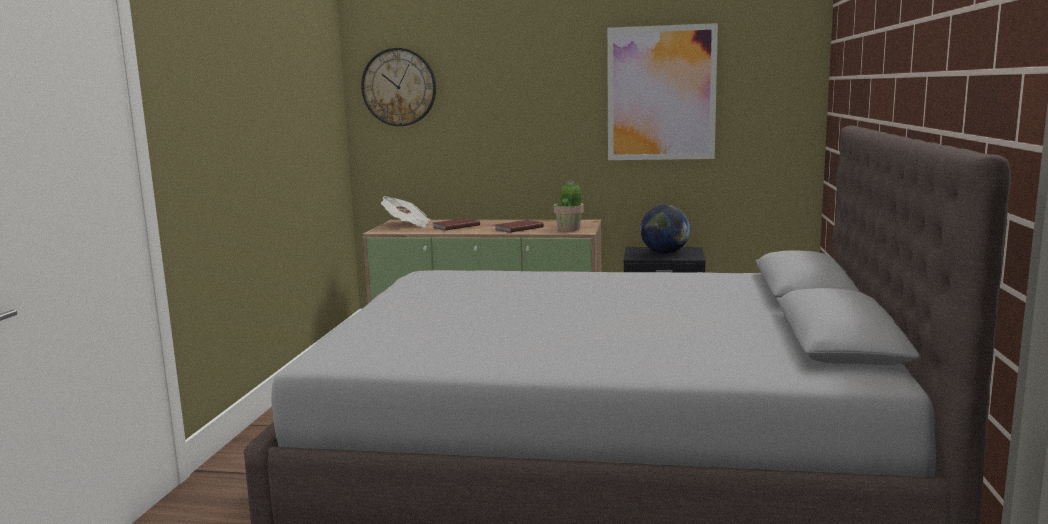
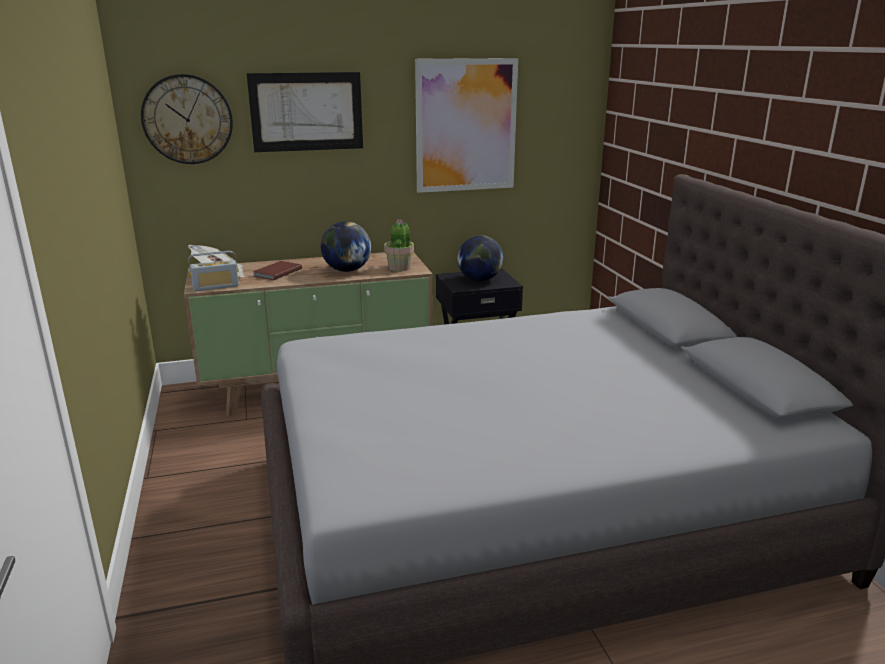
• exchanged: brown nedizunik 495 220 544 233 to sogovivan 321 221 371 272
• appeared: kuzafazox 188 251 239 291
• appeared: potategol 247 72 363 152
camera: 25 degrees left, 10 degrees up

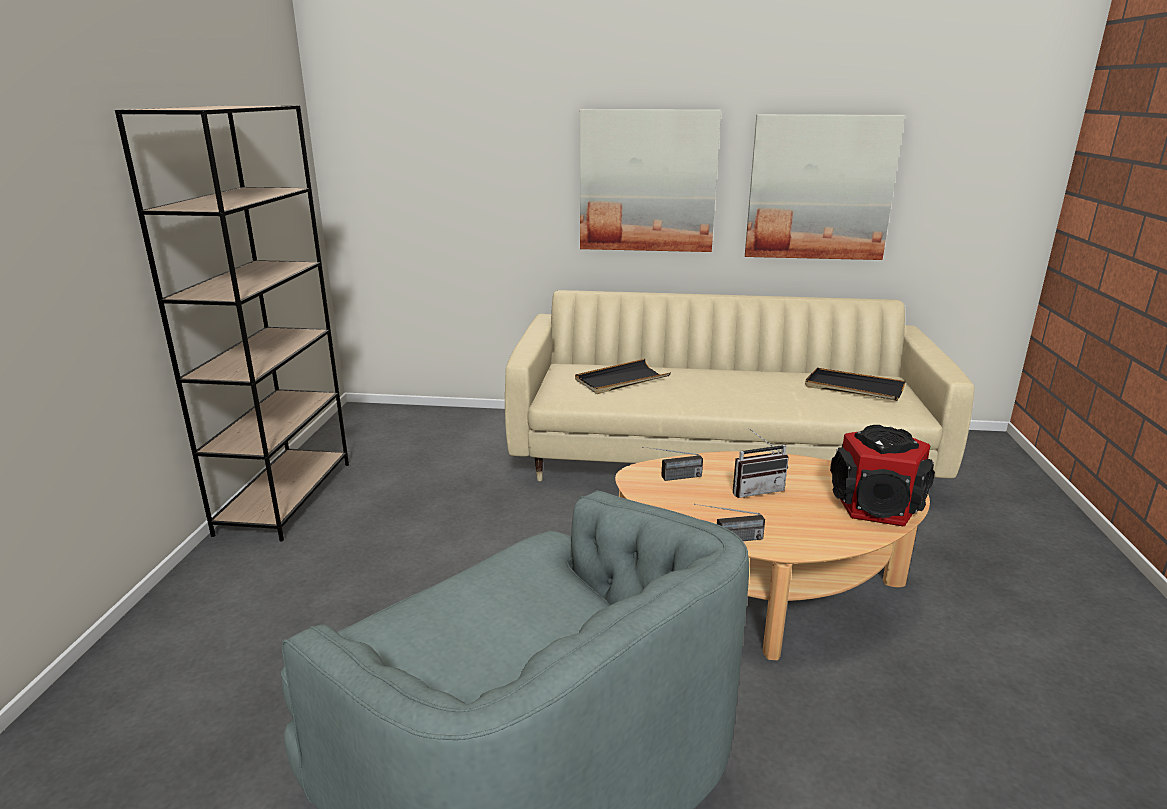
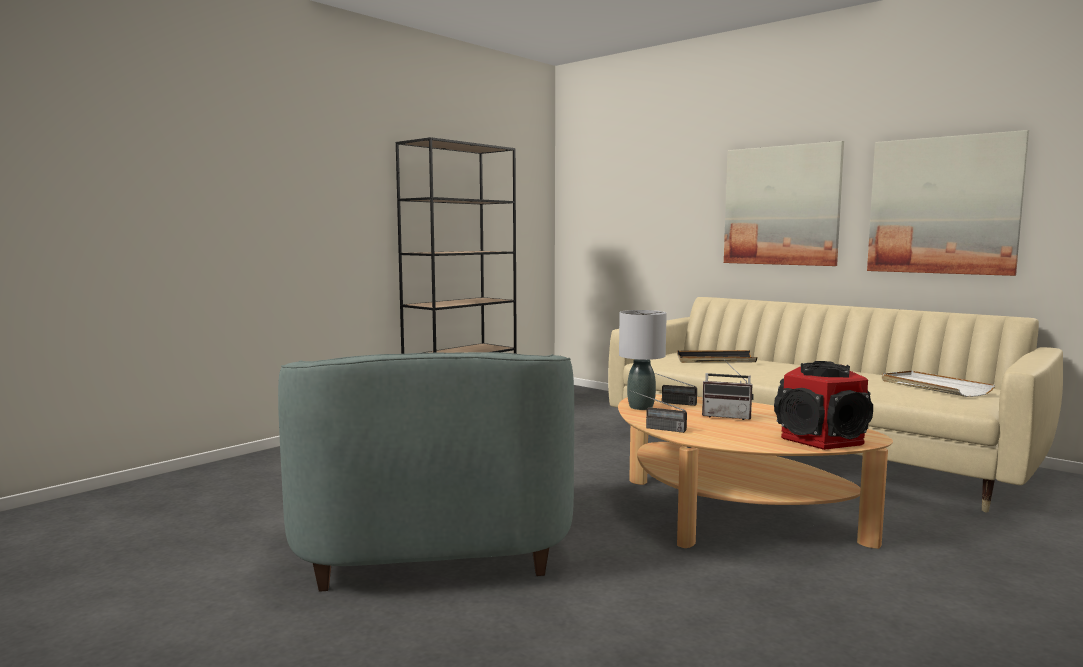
• colour: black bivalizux 805 368 906 401 to white bivalizux 882 371 995 397
• appeared: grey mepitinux 619 310 667 410
camera: 35 degrees right, 15 degrees down

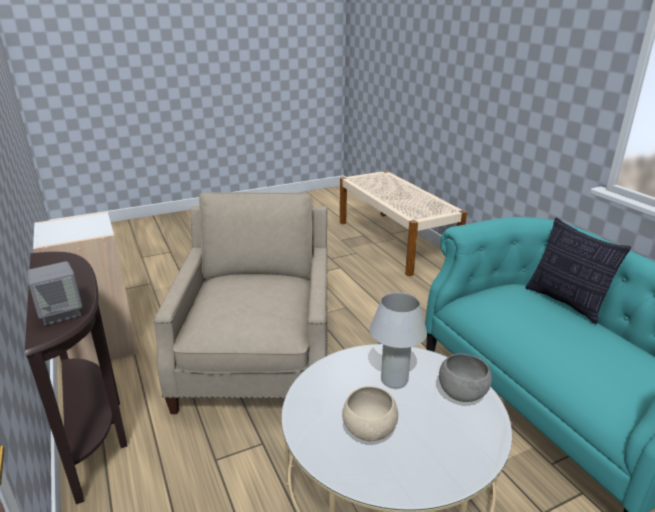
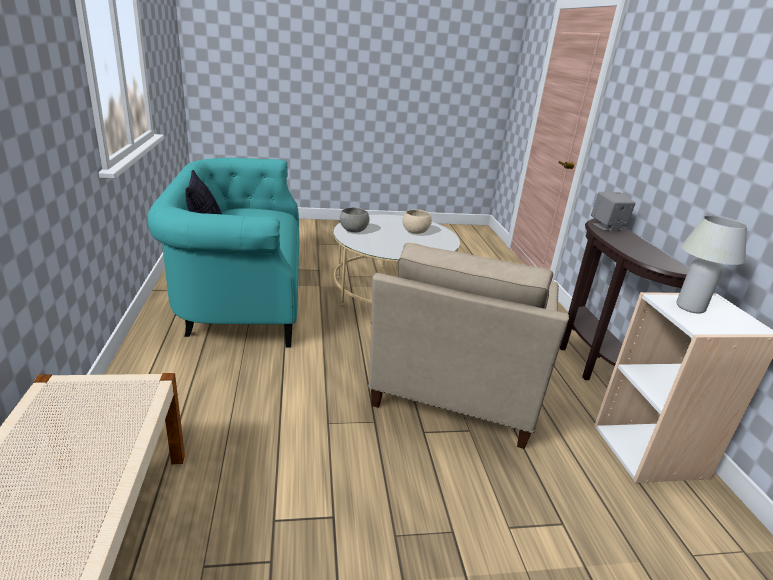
• relocated: white mepitinux 369 292 427 388 to 676 215 747 314
camera: 165 degrees left, 0 degrees up

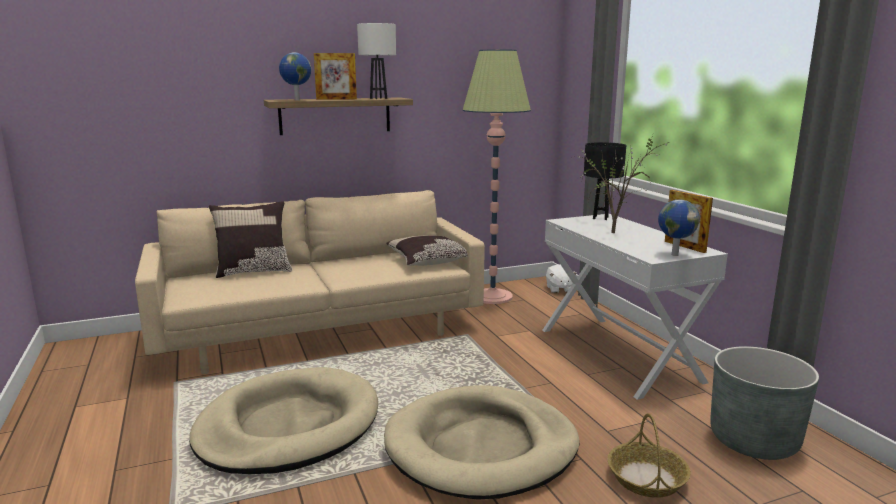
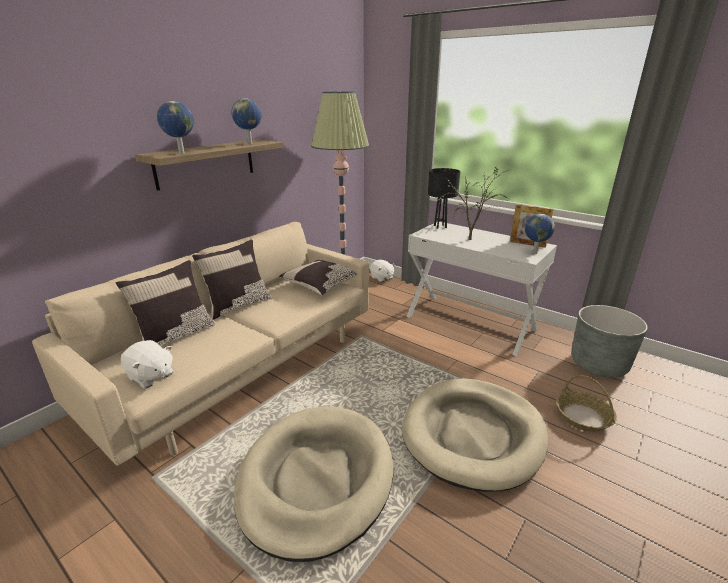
• missing: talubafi 314 53 357 100
• exchanged: white mepitinux 357 23 396 99 to sogovivan 231 98 261 144
• appeared: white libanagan 121 340 174 389
• appeared: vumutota 192 240 271 320
camera: 30 degrees left, 10 degrees up

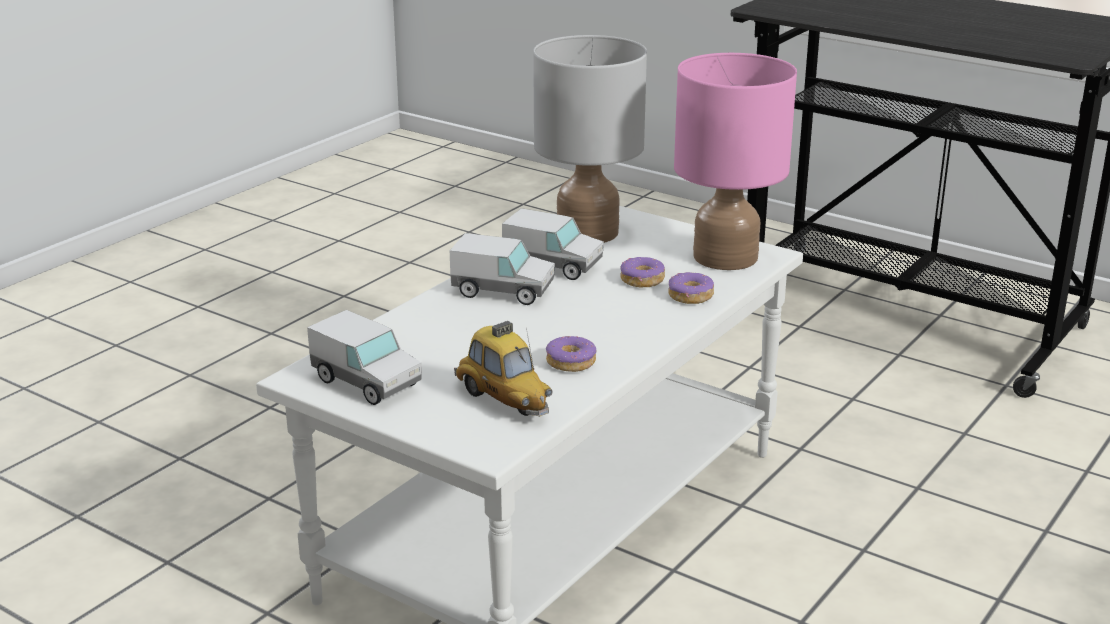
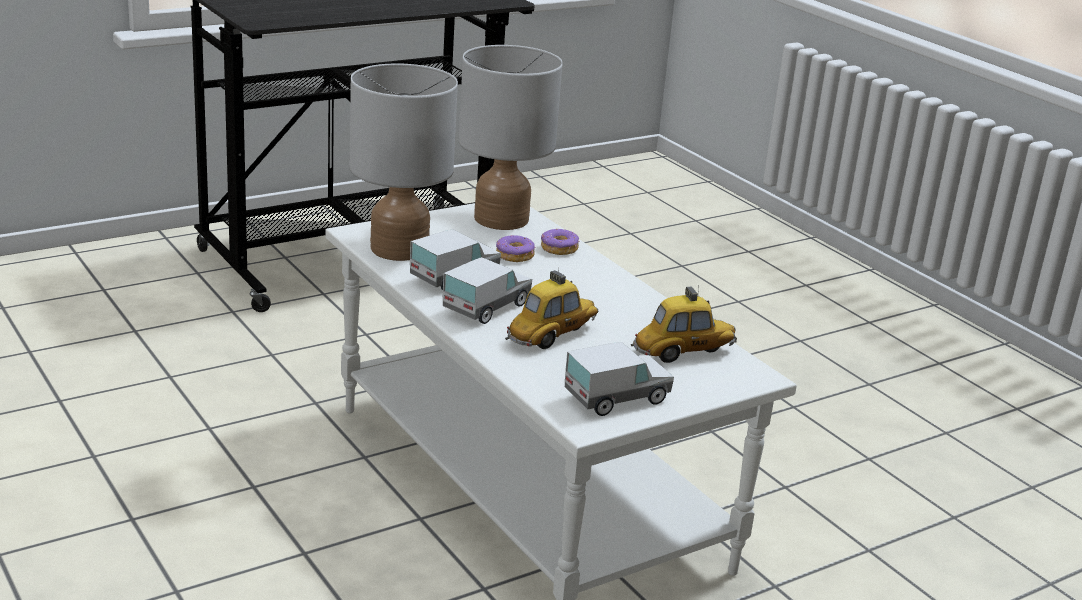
• missing: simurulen 546 336 596 372
• colour: pink mepitinux 674 53 797 270 to grey mepitinux 459 45 563 230
• appeared: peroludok 505 268 598 349
camera: 70 degrees left, 0 degrees up

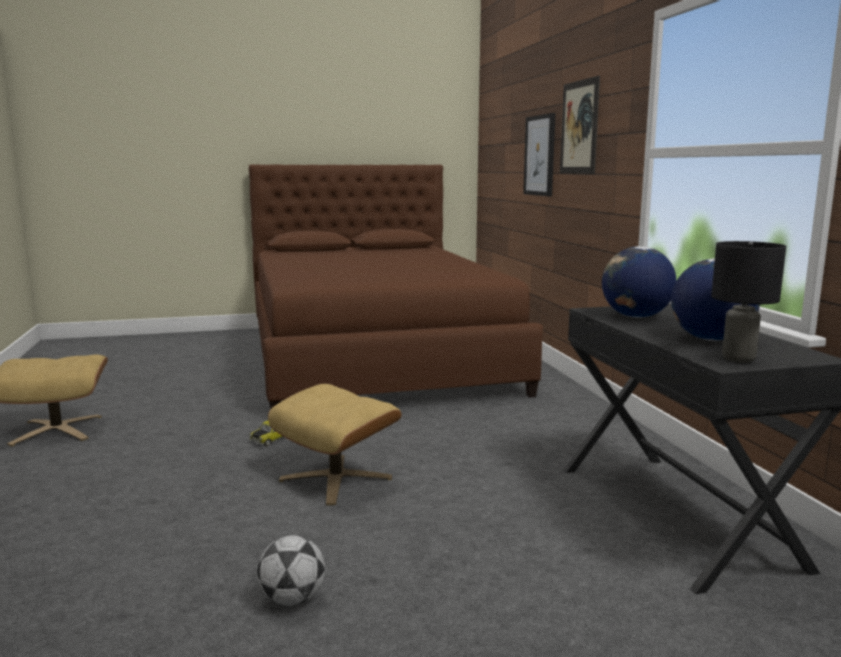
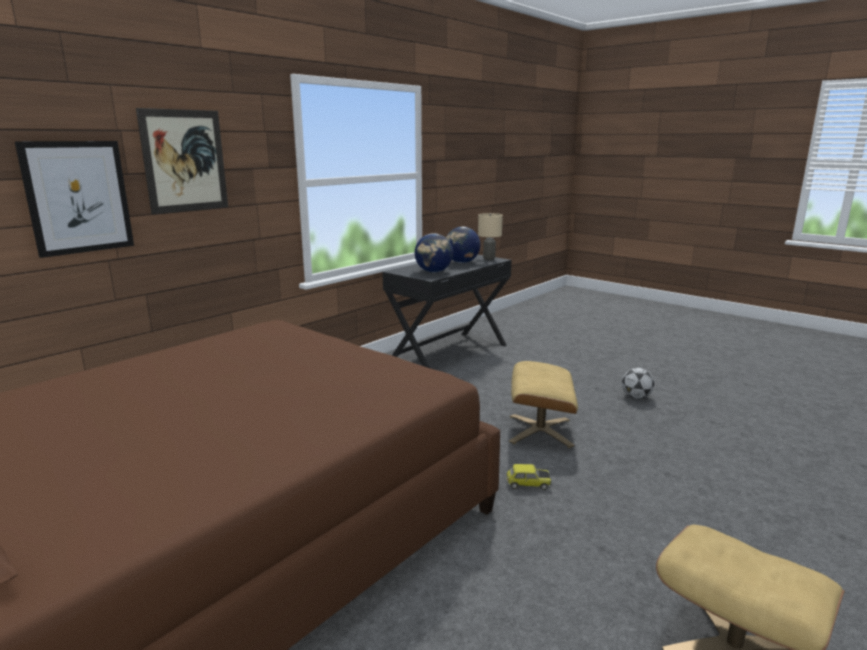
• colour: black mepitinux 711 241 786 363 to beige mepitinux 478 213 503 260
camera: 125 degrees left, 5 degrees up

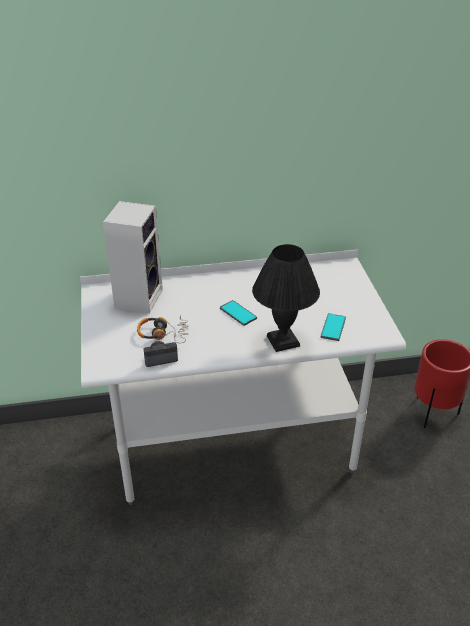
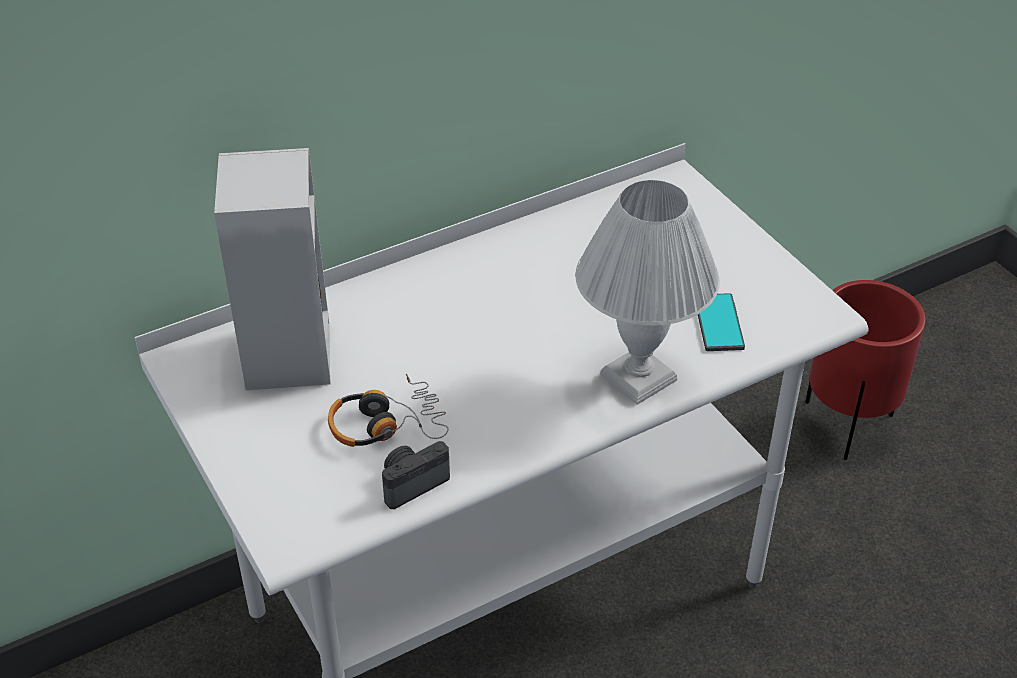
• missing: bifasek 220 300 257 326
• colour: black mepitinux 252 244 320 352 to white mepitinux 575 180 720 405
camera: 20 degrees left, 5 degrees up

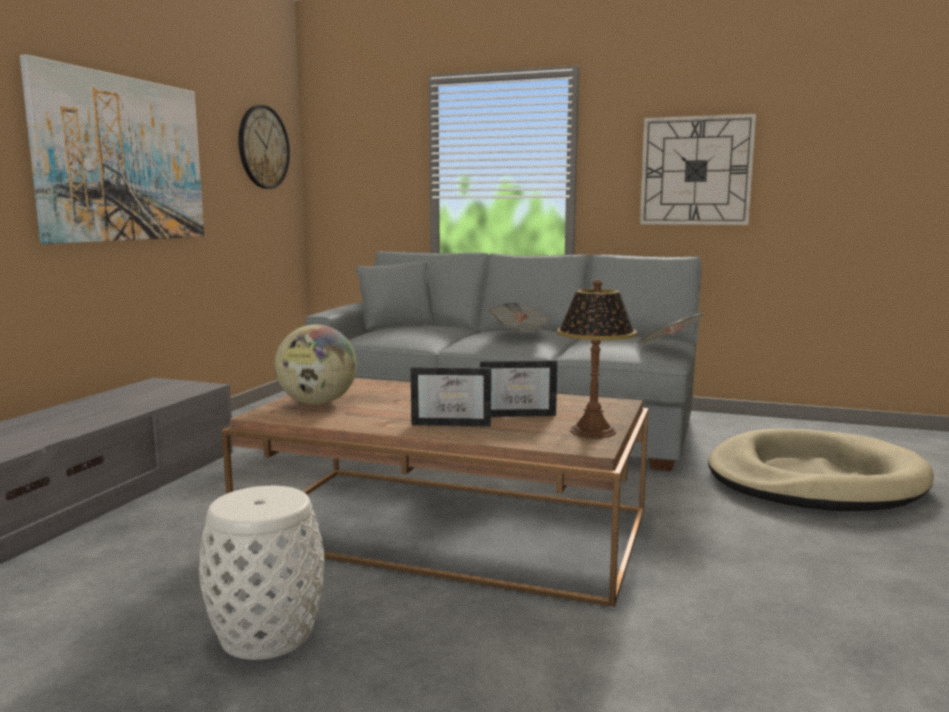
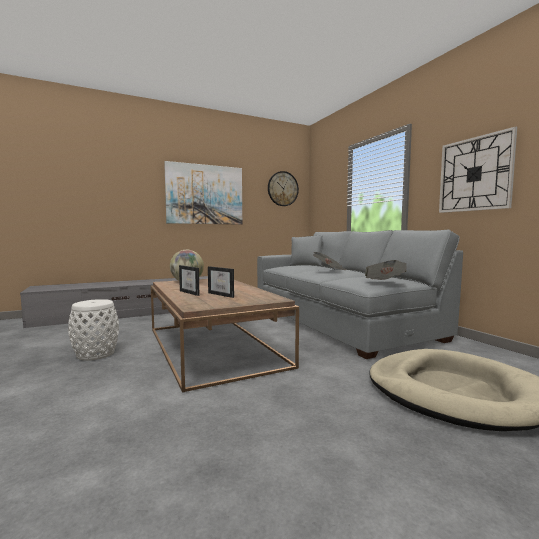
• missing: mepitinux 557 280 637 438
camera: 45 degrees right, 5 degrees down

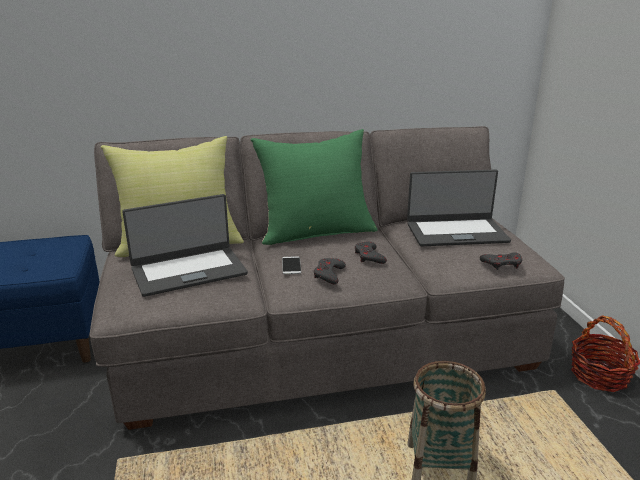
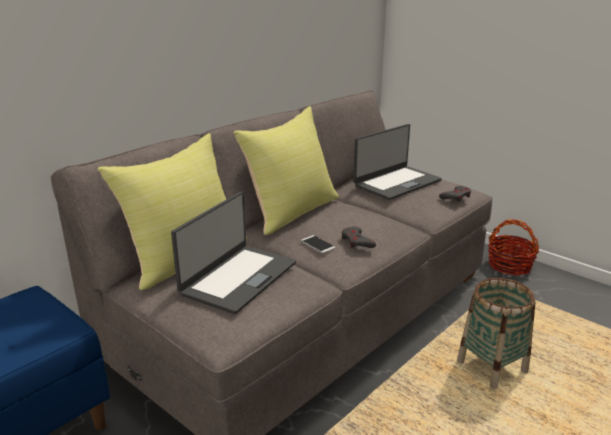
• colour: green vumutota 251 129 378 245 to yellow vumutota 233 106 339 235
• missing: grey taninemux 355 241 387 264
camera: 35 degrees left, 0 degrees up

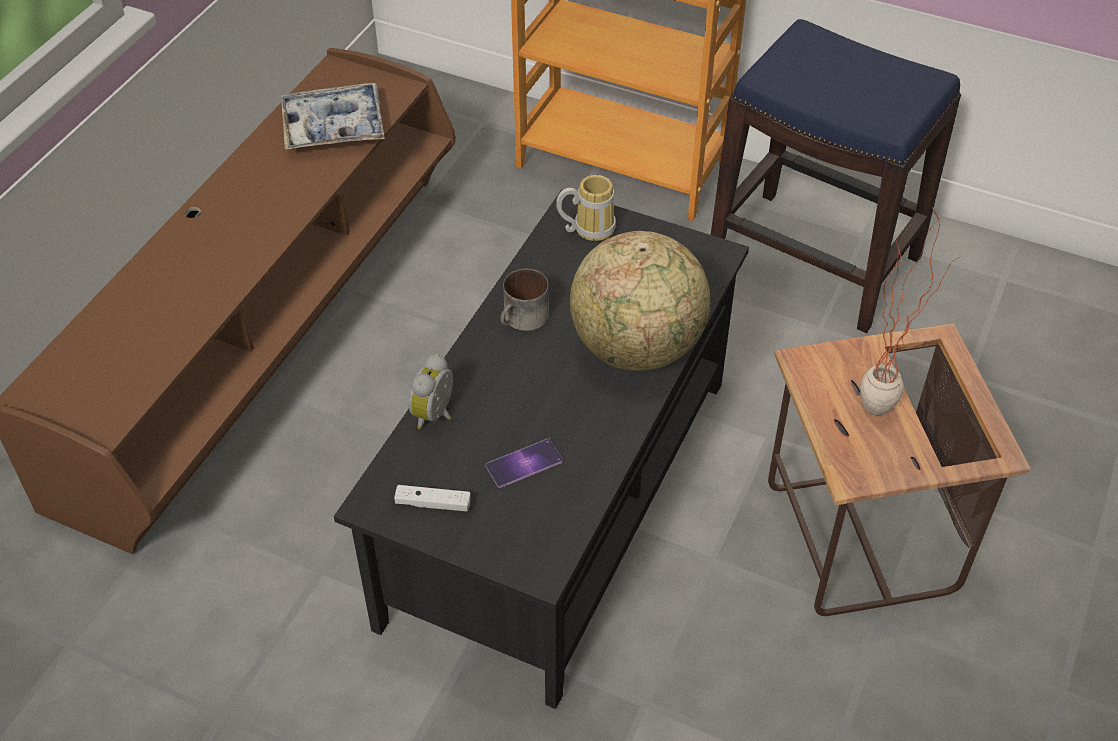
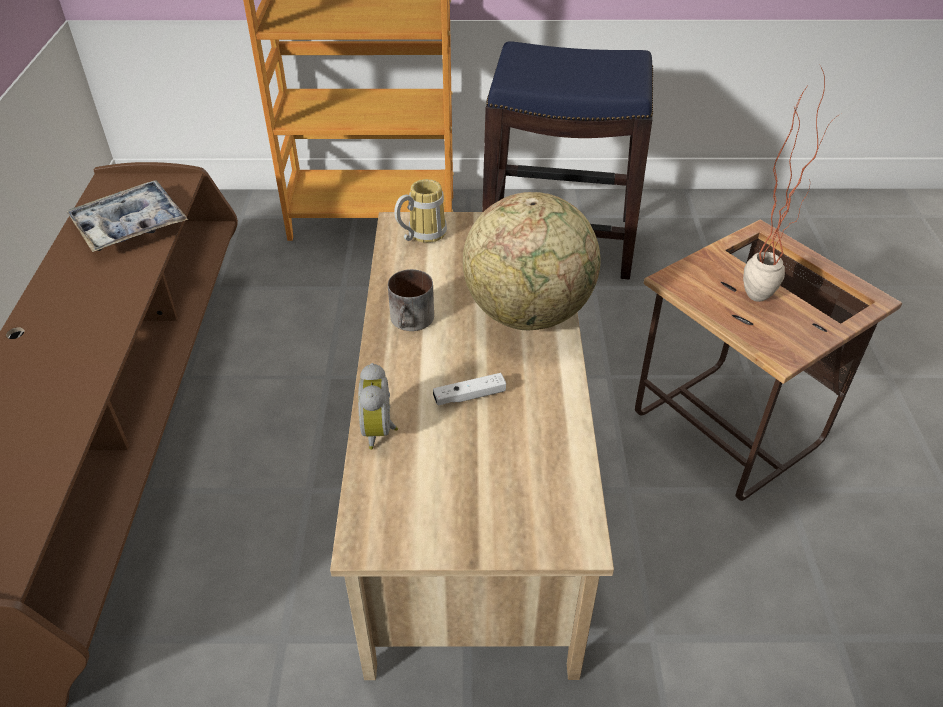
• colour: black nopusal 334 189 749 709 to beige nopusal 330 212 614 680
• relocated: white taninemux 394 485 470 512 to 433 373 506 406
• missing: bifasek 485 438 563 488
camera: 25 degrees left, 5 degrees down

